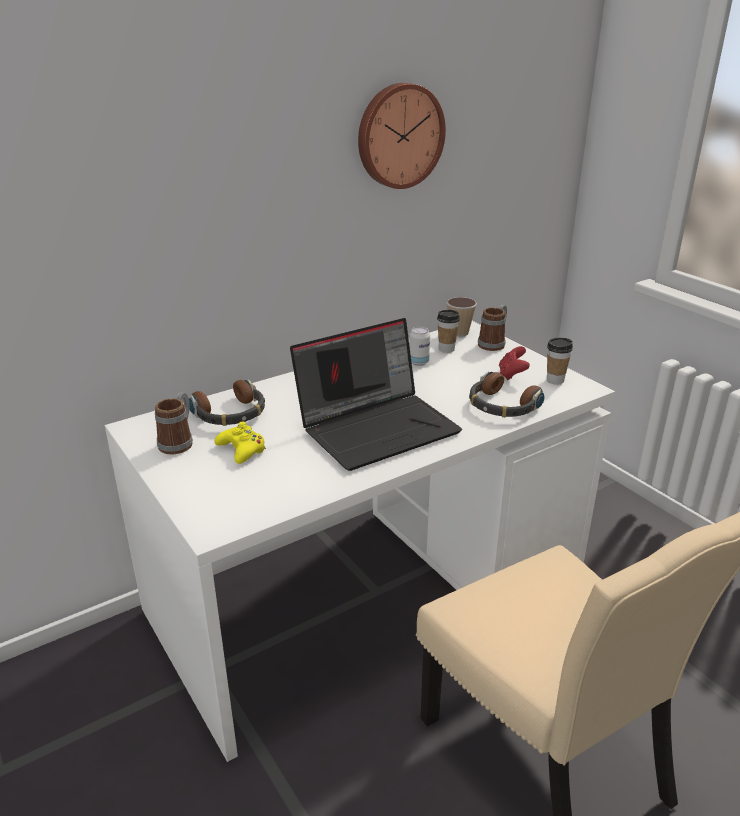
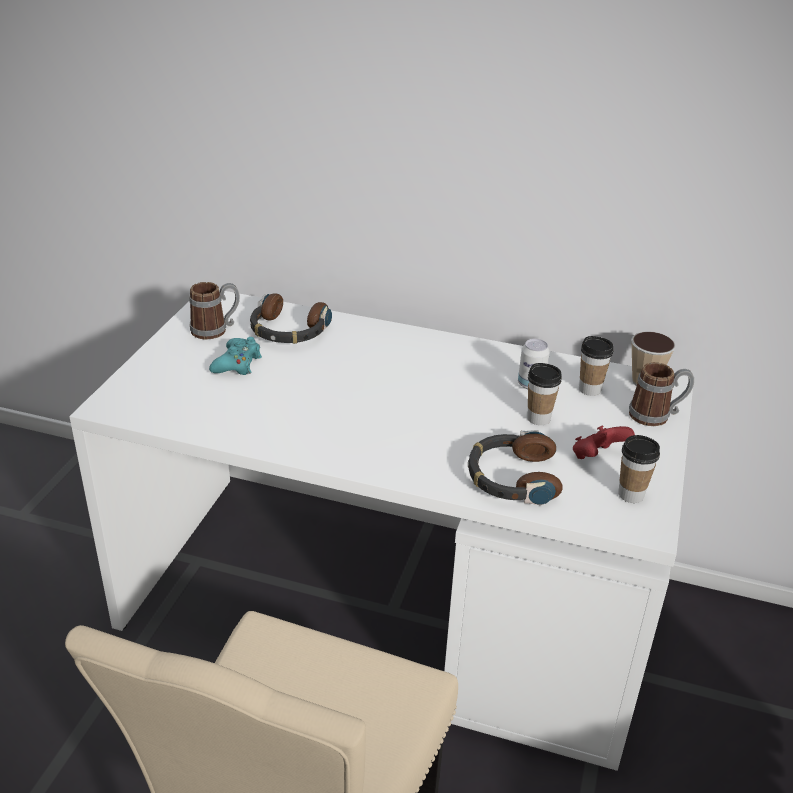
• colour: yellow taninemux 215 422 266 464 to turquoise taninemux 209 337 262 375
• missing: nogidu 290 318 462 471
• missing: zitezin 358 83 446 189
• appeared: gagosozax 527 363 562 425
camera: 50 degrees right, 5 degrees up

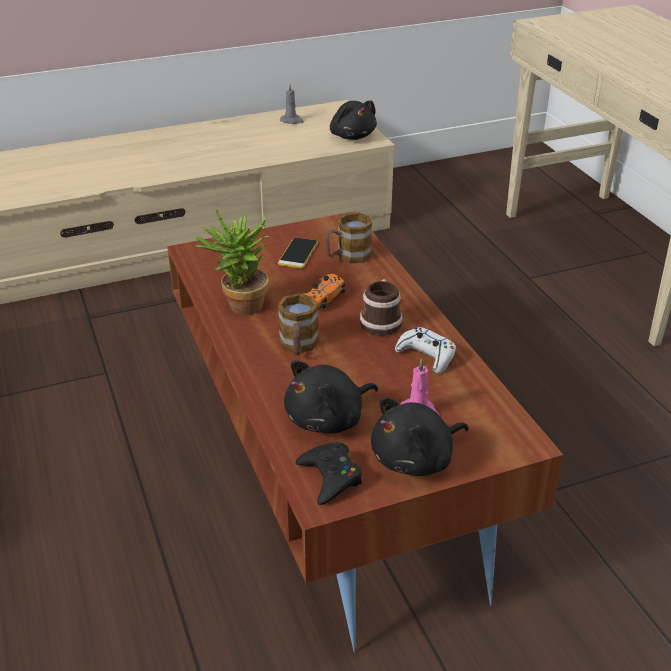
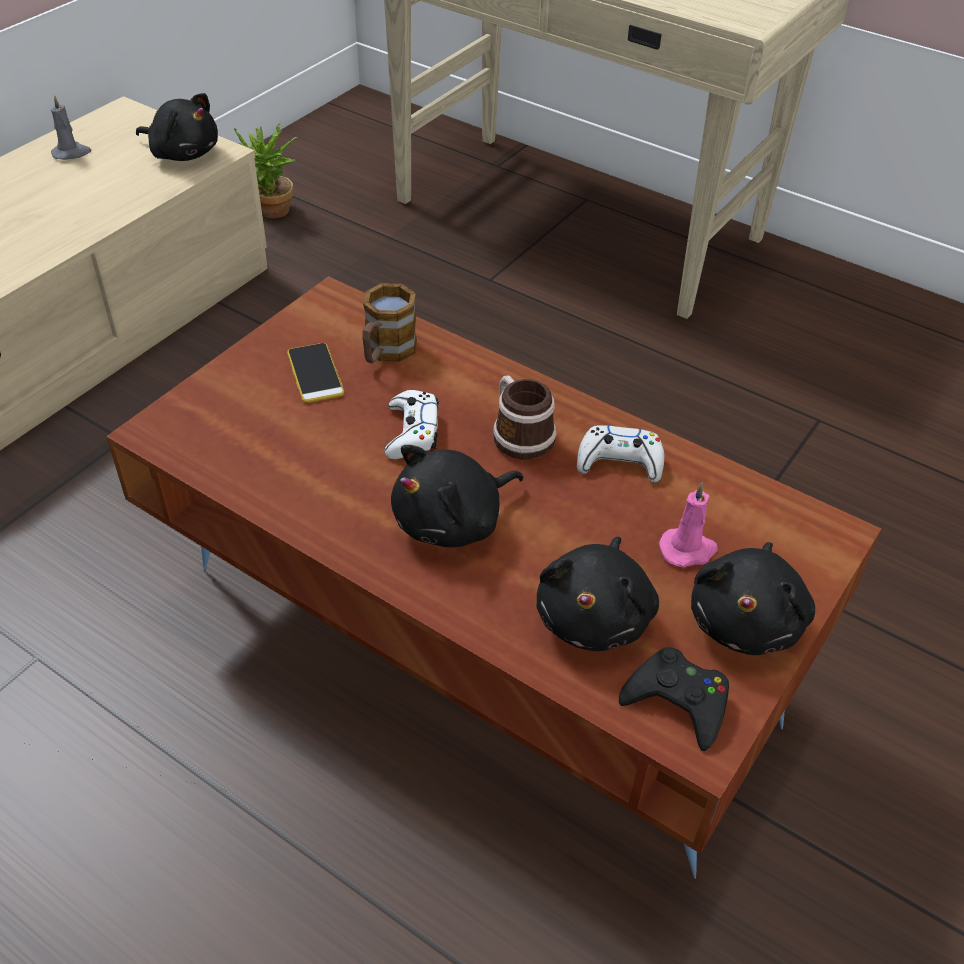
• relocated: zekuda 194 209 269 315 to 234 122 298 218
• exchanged: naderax 277 293 319 355 to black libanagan 391 445 523 547
• colour: orange taninemux 303 274 345 309 to white taninemux 385 390 439 459
camera: 35 degrees left, 10 degrees up

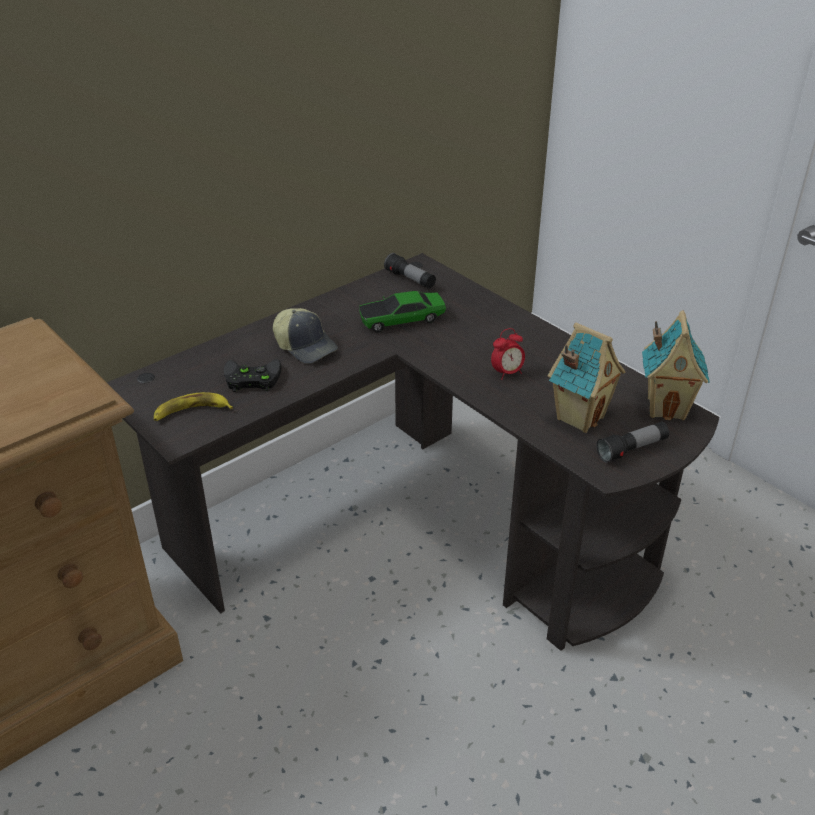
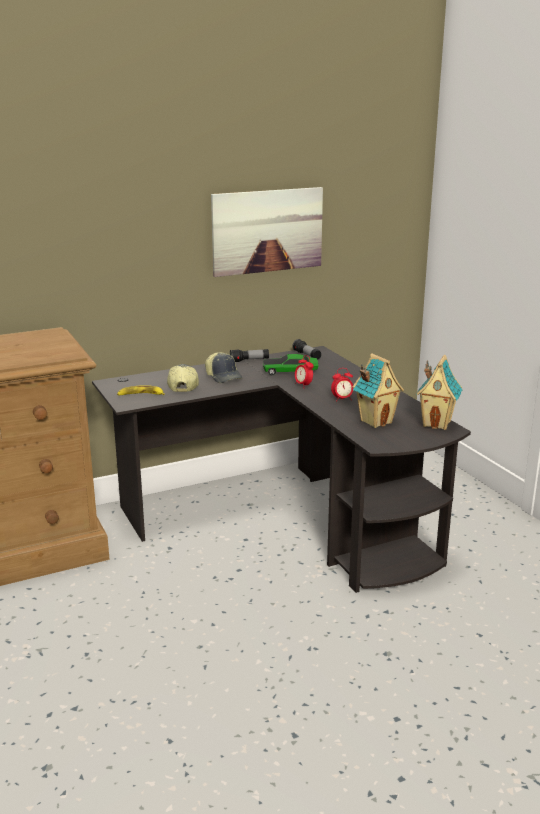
• exchanged: black taninemux 224 359 281 392 to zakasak 167 364 199 392
• relocated: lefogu 596 421 669 463 to 230 349 269 362
• appeared: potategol 211 187 323 277
• appeared: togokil 295 355 314 386
camera: 15 degrees right, 15 degrees down

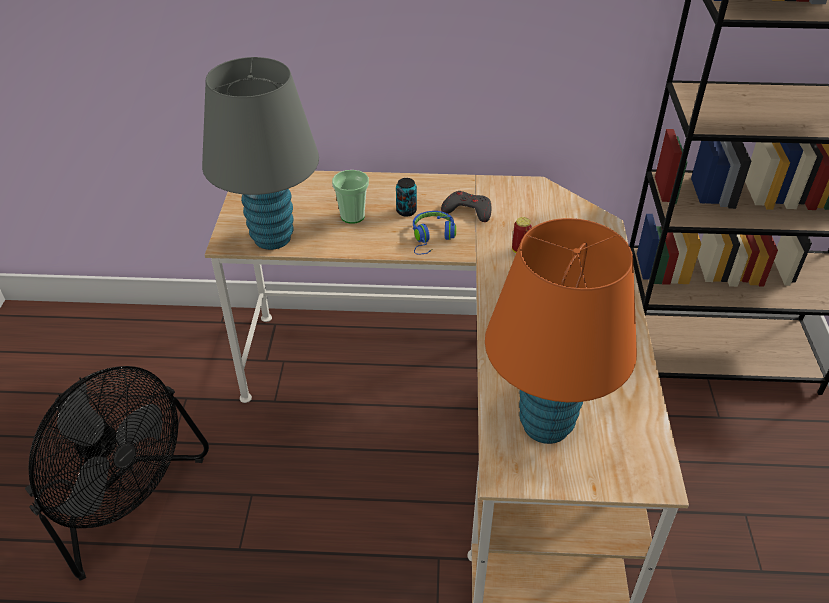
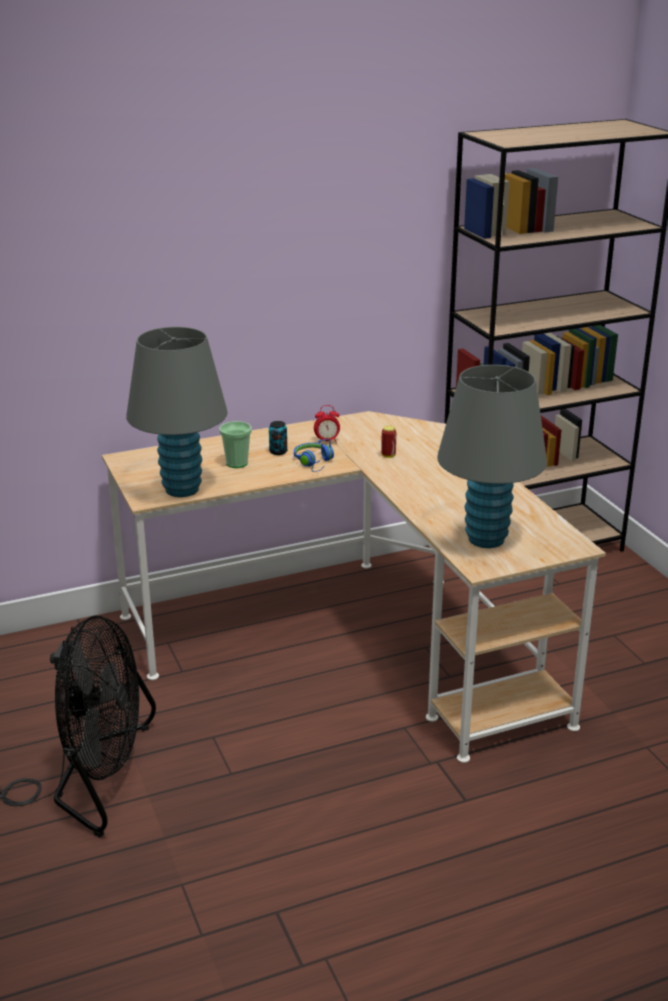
• exchanged: grey taninemux 441 191 491 222 to togokil 314 405 340 444
• colour: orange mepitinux 485 218 637 444 to grey mepitinux 437 365 547 548
camera: 25 degrees left, 15 degrees down

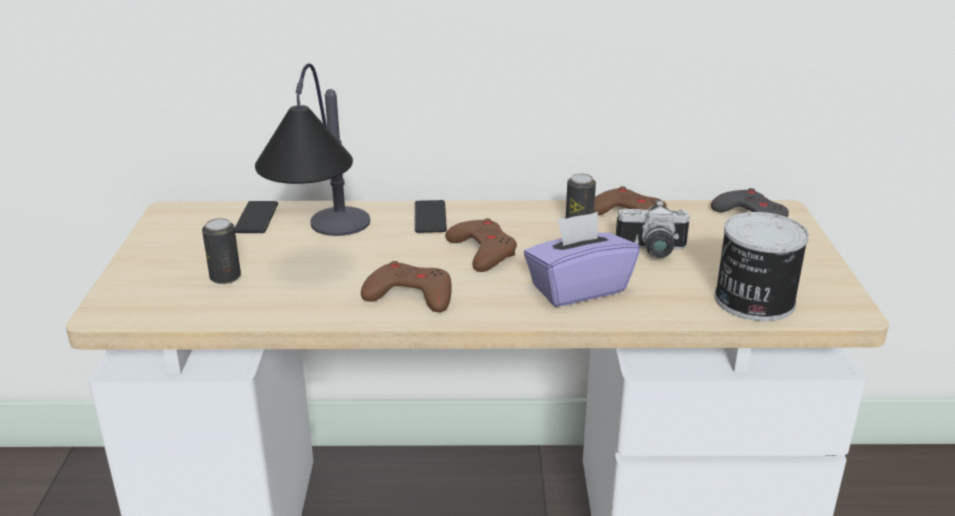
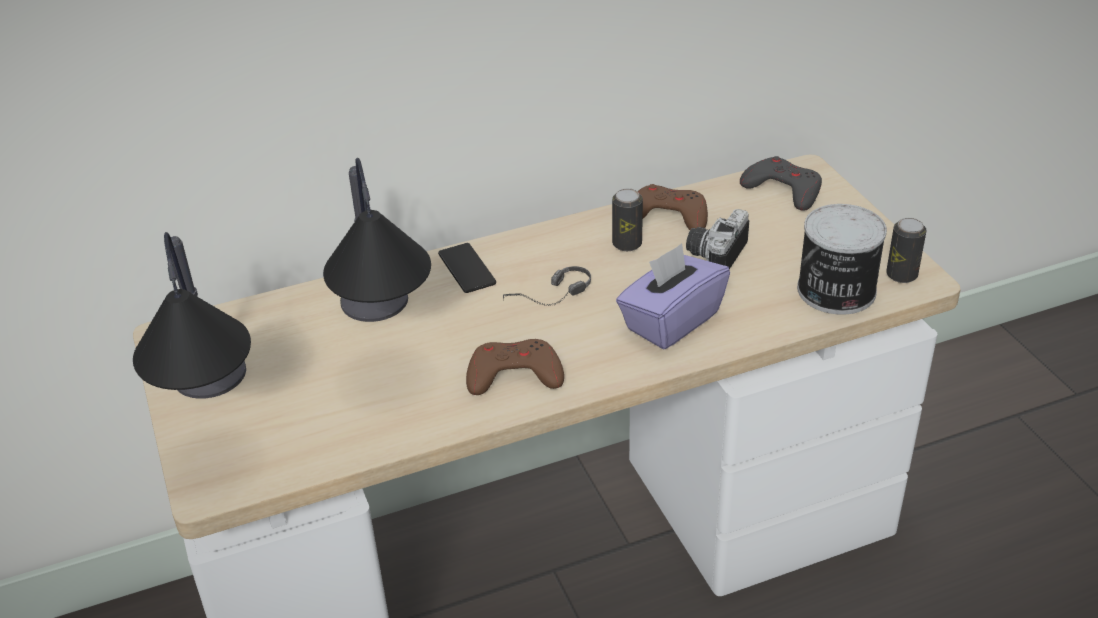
• relocated: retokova 202 218 241 284 to 886 218 927 283
• missing: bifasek 235 201 278 233
• exchanged: brown taninemux 445 218 517 272 to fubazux 503 266 591 306
• spun: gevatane 616 200 690 258 = 686 209 749 269 135 degrees clockwise
• appeared: mepitinux 133 232 251 399
camera: 20 degrees left, 10 degrees up

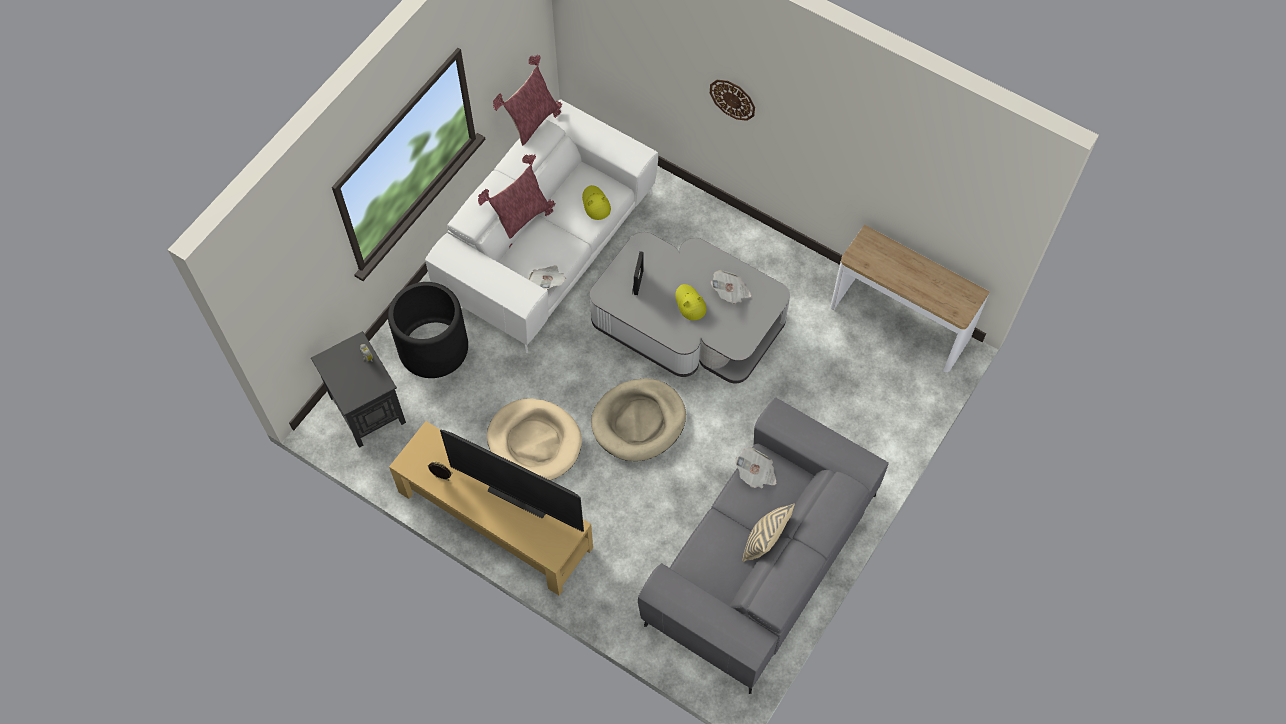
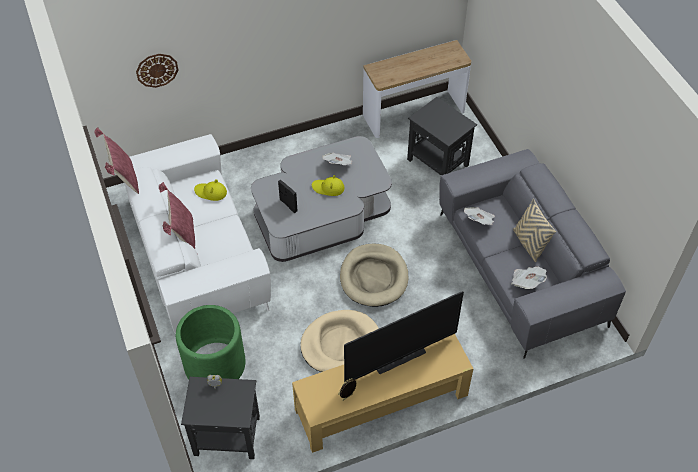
• colour: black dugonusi 388 282 468 378 to green dugonusi 176 305 246 379
• relocated: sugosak 528 265 566 289 to 511 266 547 289
• relocated: zitezin 710 80 755 121 to 136 54 178 88
• appeared: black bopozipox 407 97 477 175
camera: 55 degrees left, 10 degrees down

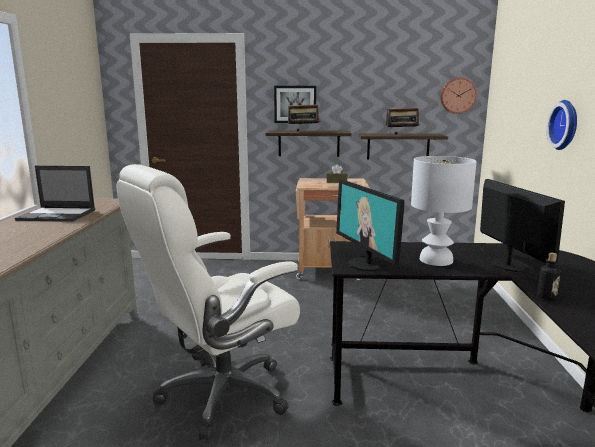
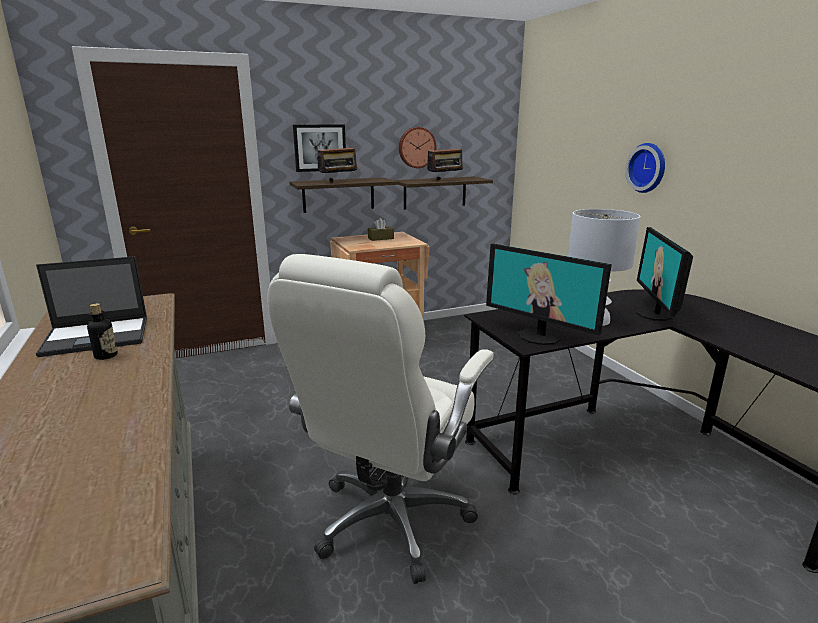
• relocated: zitezin 440 77 477 114 to 399 127 437 168
• spun: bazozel 480 179 565 272 = 636 227 693 321 135 degrees counterclockwise
• relocated: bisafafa 537 252 560 300 to 87 303 118 360
camera: 25 degrees left, 5 degrees up

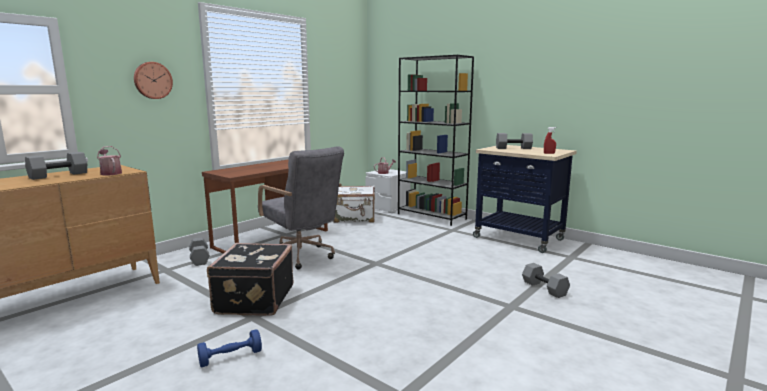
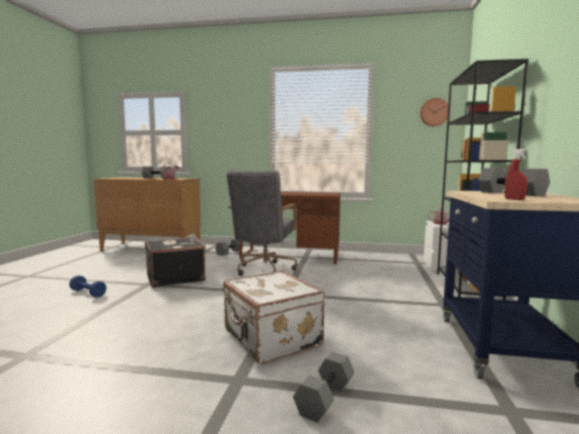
• relocated: zitezin 134 62 173 99 to 420 98 448 126
• relocated: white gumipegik 333 186 375 223 to 223 271 325 364
camera: 60 degrees right, 5 degrees down

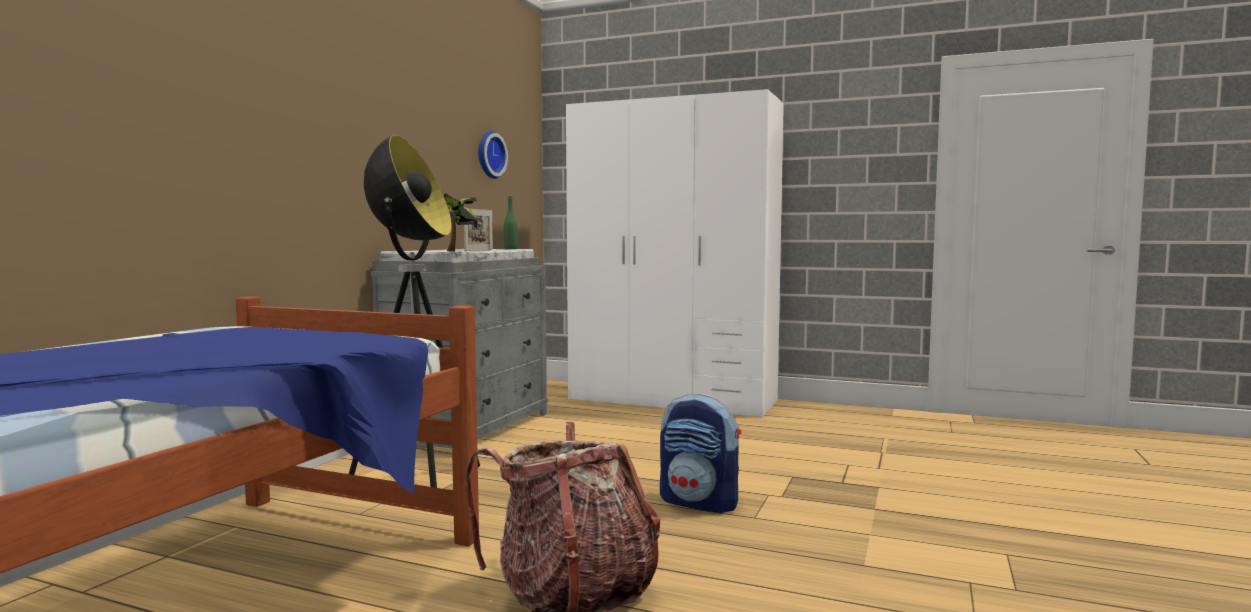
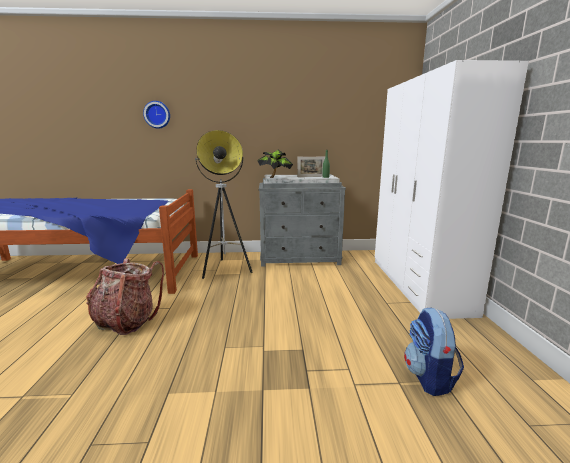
• relocated: zitezin 478 131 508 179 to 143 101 170 129
• relocated: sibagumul 660 394 741 513 to 404 307 464 396
camera: 65 degrees right, 10 degrees up

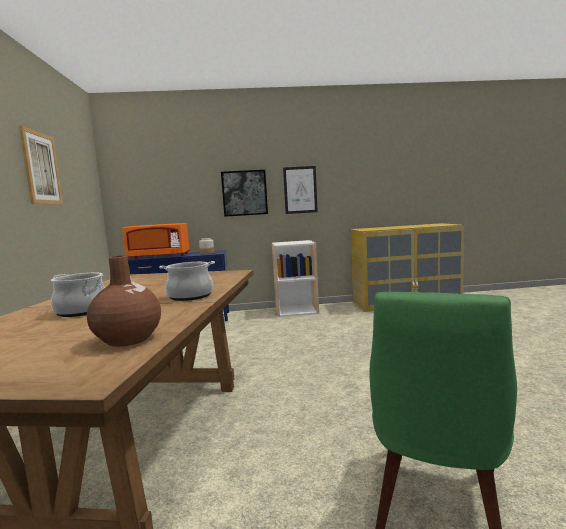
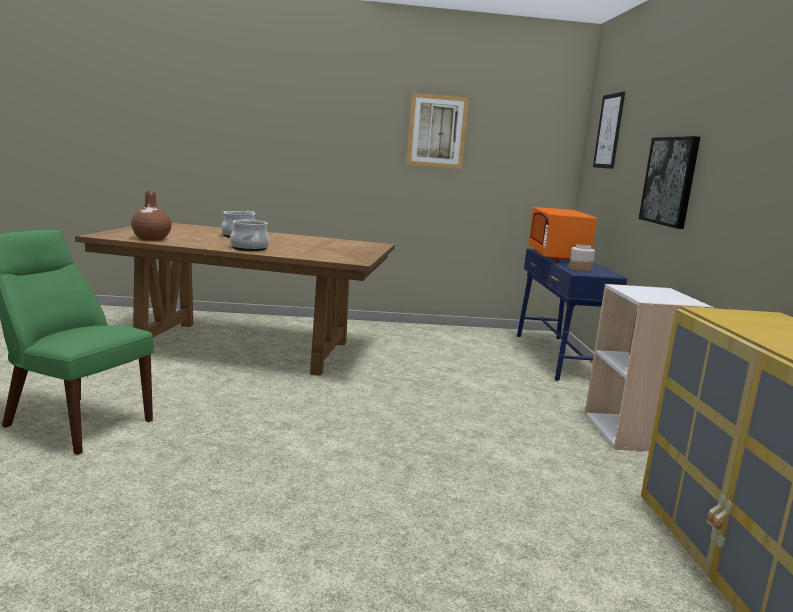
• relocated: potategol 283 166 318 214 to 593 92 625 169
camera: 90 degrees right, 5 degrees up

